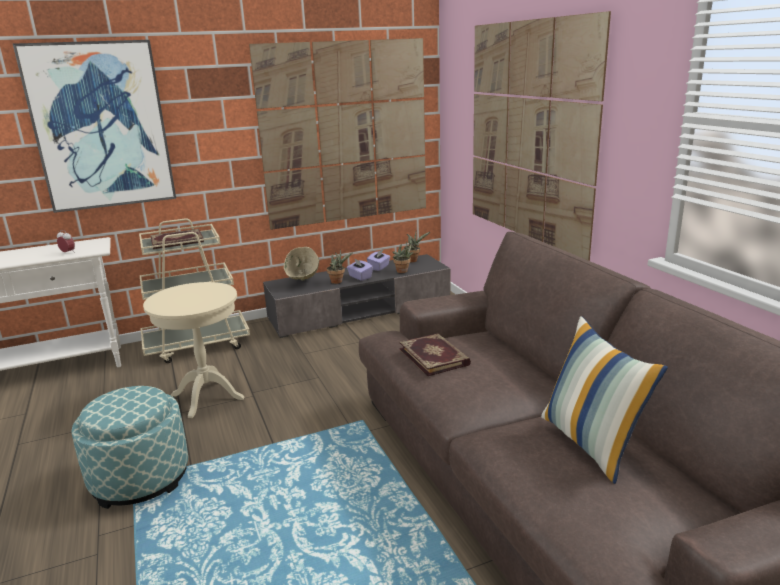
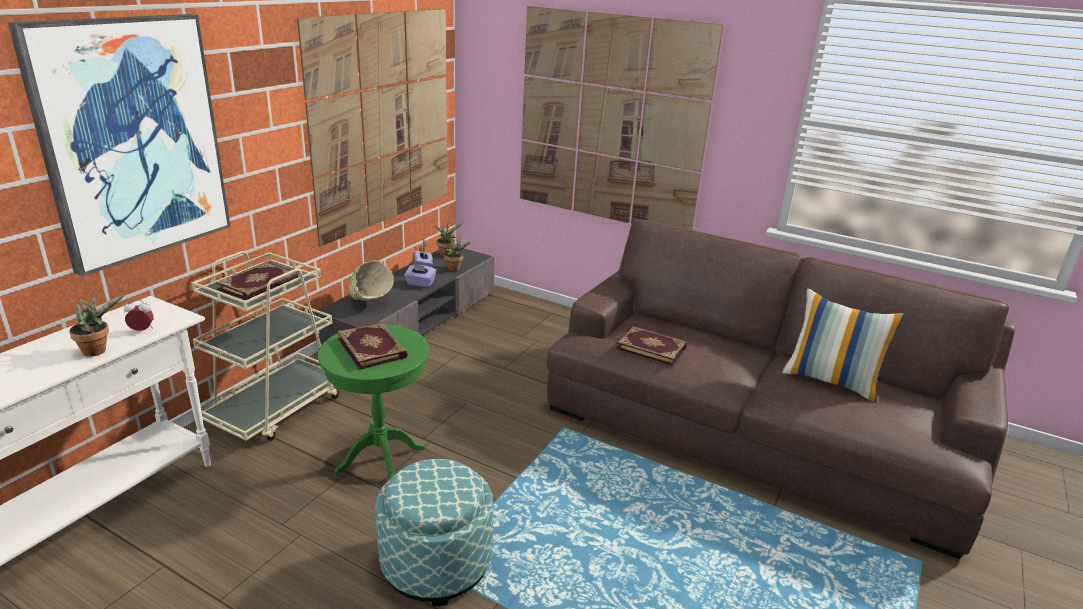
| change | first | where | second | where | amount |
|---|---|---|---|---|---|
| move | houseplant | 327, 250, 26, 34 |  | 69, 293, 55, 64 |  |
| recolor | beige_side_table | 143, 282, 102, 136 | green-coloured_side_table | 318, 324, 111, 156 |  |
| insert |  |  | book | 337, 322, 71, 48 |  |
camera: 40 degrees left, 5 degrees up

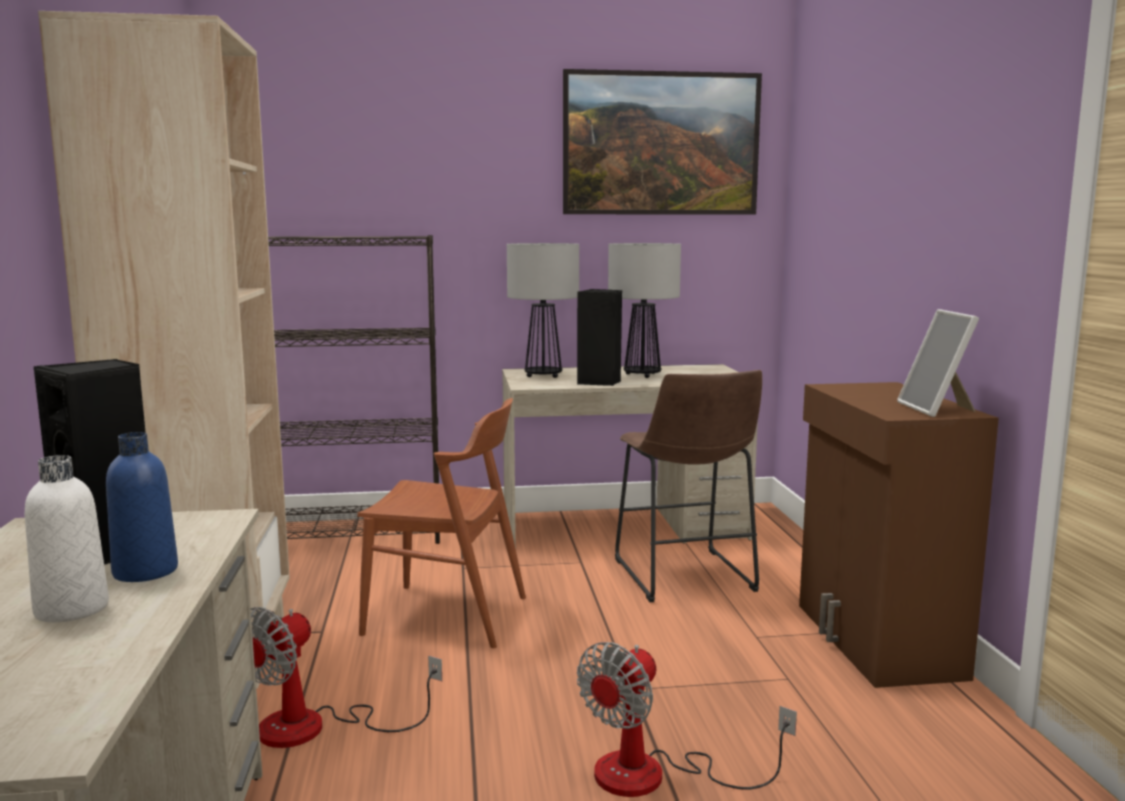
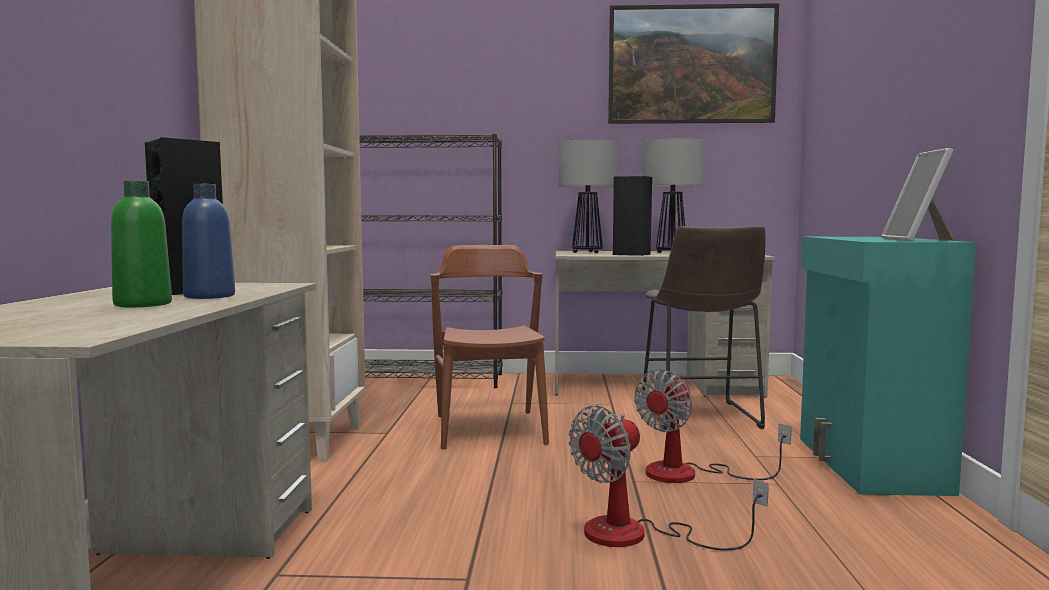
| change | first | where | second | where | amount |
|---|---|---|---|---|---|
| recolor | brown-coloured_storage_cabinet | 799, 382, 200, 306 | blue-green_storage_cabinet | 800, 237, 176, 259 |  |
| rotate | brown-coloured_upright_chair | 357, 398, 169, 250 |  | 430, 245, 119, 204 | 120 degrees counterclockwise |
| recolor | whitish_beverage_bottle | 25, 455, 84, 168 | green-coloured_beverage_bottle | 111, 180, 61, 127 |  |
| move | cooling_fan | 250, 607, 192, 141 |  | 634, 369, 158, 114 |  |
camera: 10 degrees right, 5 degrees down

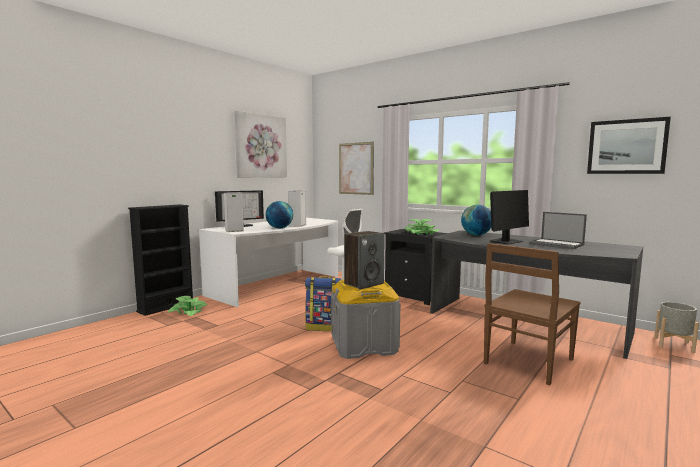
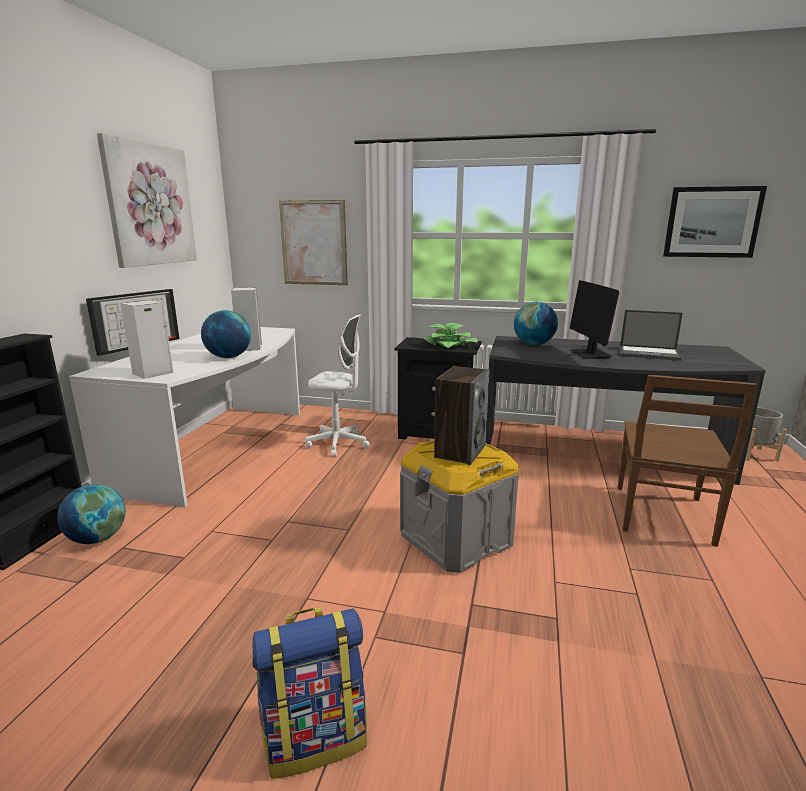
| change | first | where | second | where | amount |
|---|---|---|---|---|---|
| rotate | computer_display | 489, 190, 40, 55 |  | 570, 280, 49, 79 | 150 degrees clockwise |
| move | backpack | 305, 276, 36, 55 |  | 252, 608, 115, 171 |  |
| replace | houseplant | 167, 296, 41, 20 | world_globe | 57, 484, 69, 60 |  |
camera: 25 degrees left, 10 degrees up

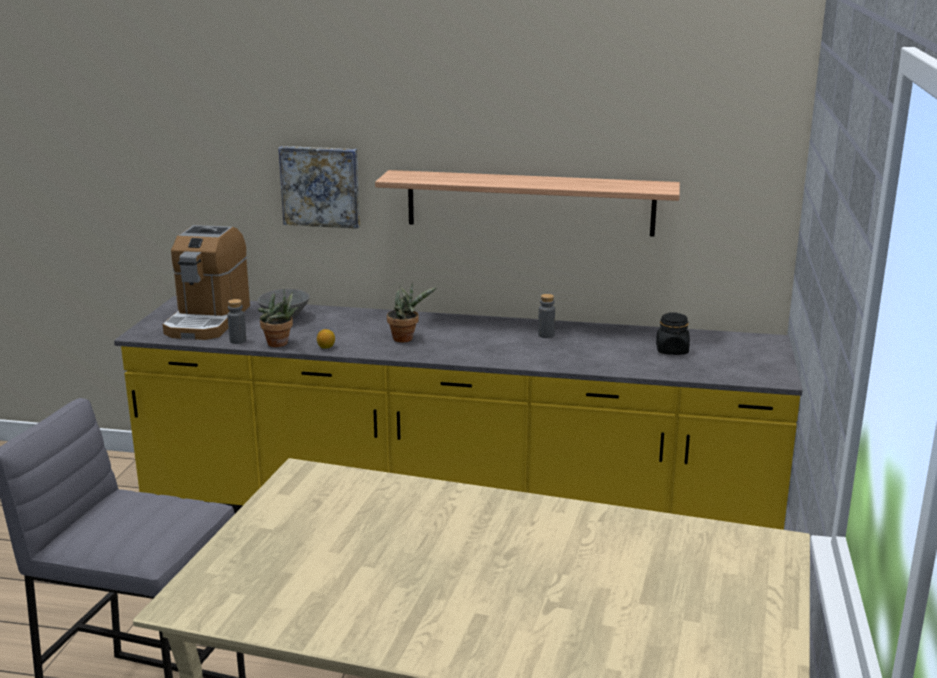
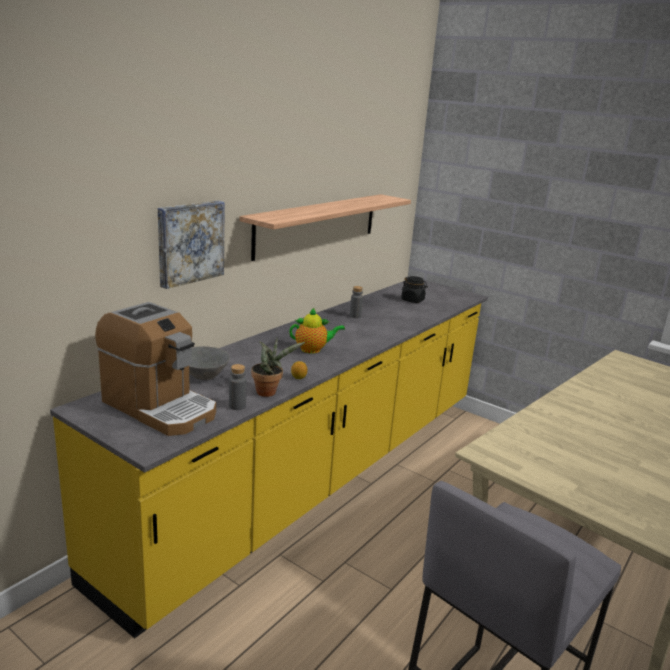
| change | first | where | second | where | amount |
|---|---|---|---|---|---|
| replace | houseplant | 387, 282, 50, 60 | pot_for_tea | 289, 308, 56, 46 |  |
camera: 65 degrees left, 0 degrees up

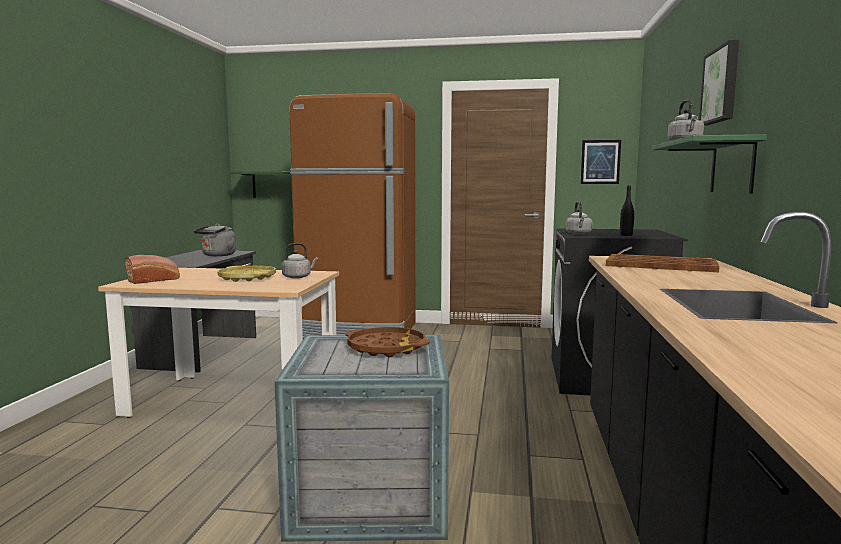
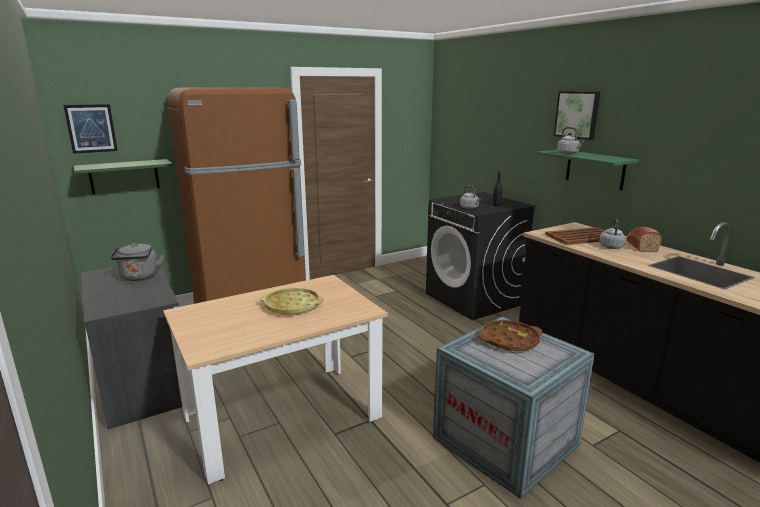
| change | first | where | second | where | amount |
|---|---|---|---|---|---|
| move | wall_picture | 581, 140, 40, 44 |  | 63, 104, 55, 50 |  |
| move | gray_tea_kettle | 282, 243, 36, 36 |  | 599, 219, 27, 30 |  |
| move | baked_bread | 125, 255, 55, 29 |  | 627, 227, 35, 25 |  |
camera: 40 degrees left, 10 degrees up

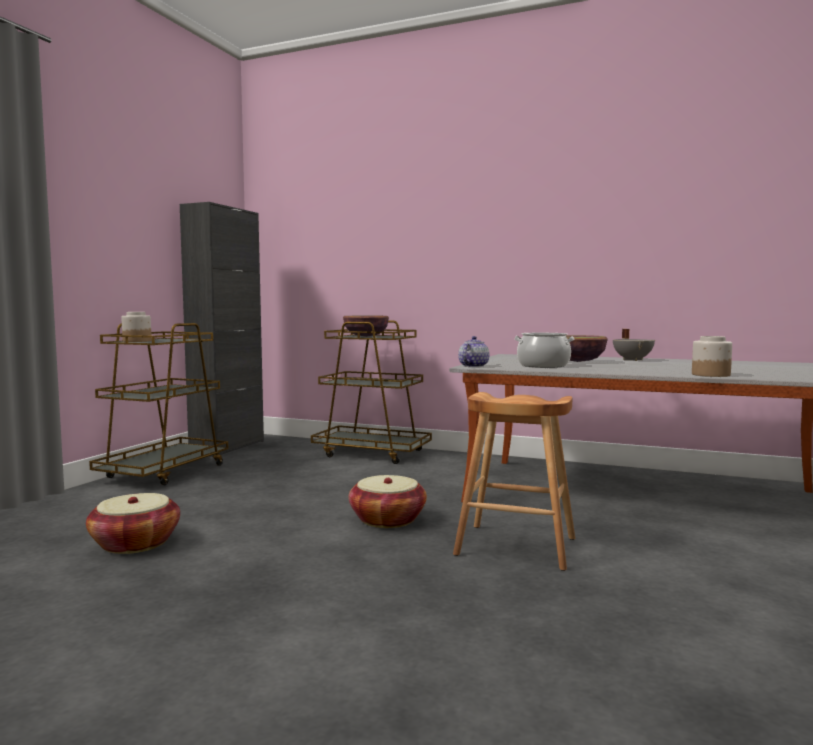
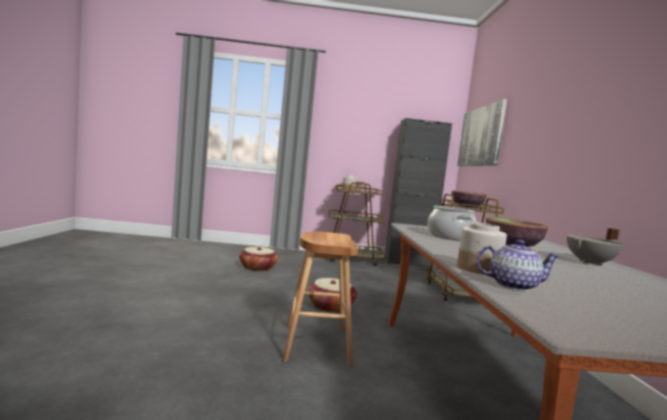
| change | first | where | second | where | amount |
|---|---|---|---|---|---|
| move | pot_for_tea | 458, 336, 31, 31 |  | 476, 240, 84, 51 |  |
| insert |  |  | wall_picture | 457, 99, 50, 67 |  |
camera: 65 degrees right, 0 degrees up

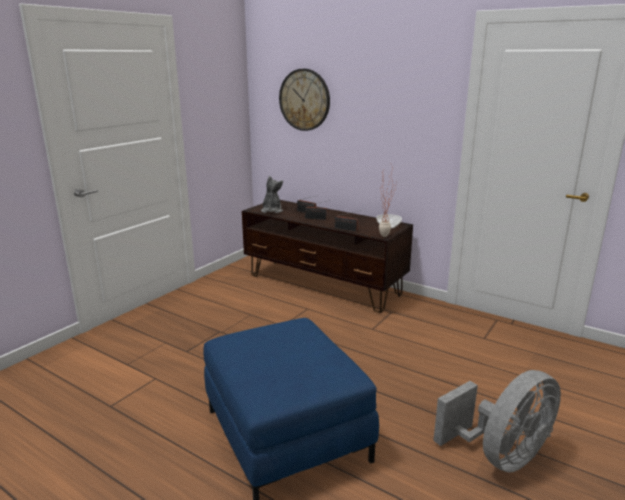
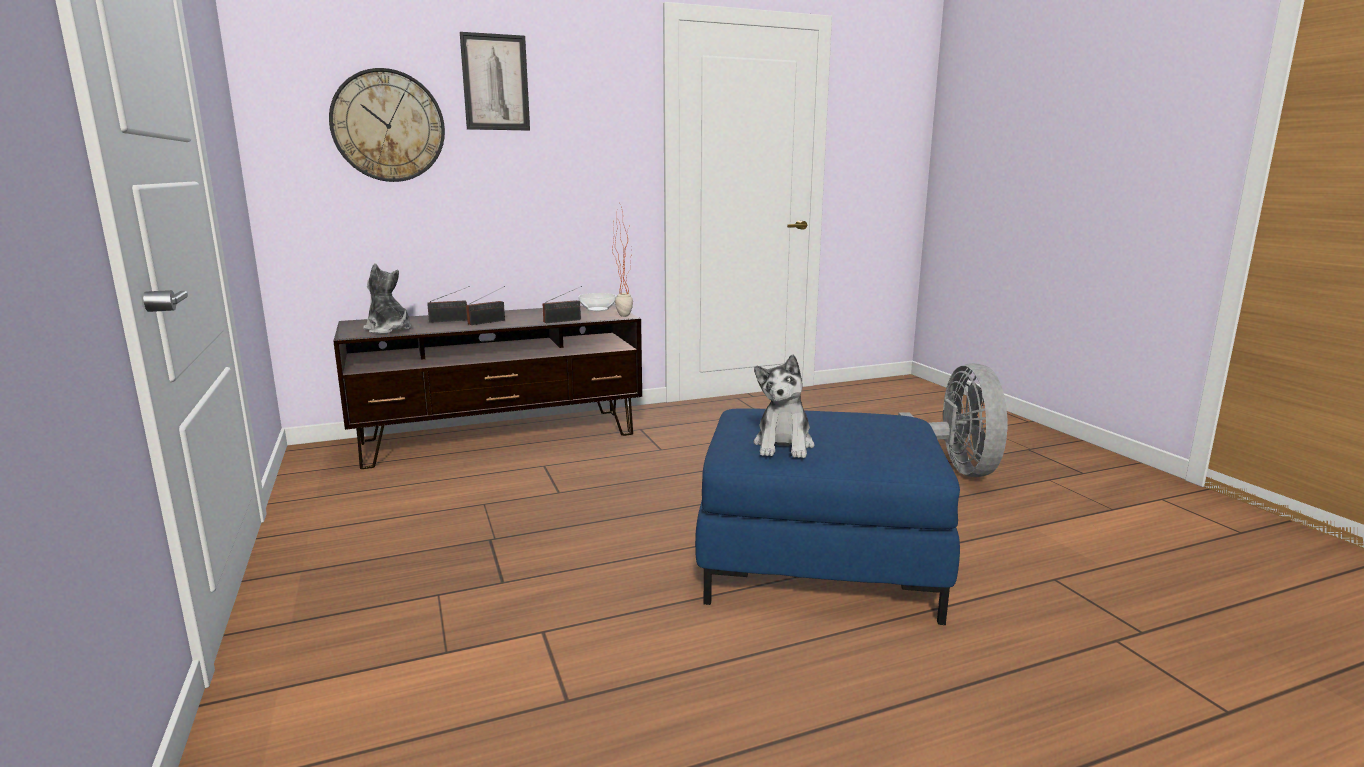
| change | first | where | second | where | amount |
|---|---|---|---|---|---|
| insert |  |  | wall_picture | 460, 32, 70, 99 |  |
| insert |  |  | cuddly_toy | 753, 354, 62, 104 |  |
camera: 55 degrees left, 5 degrees down

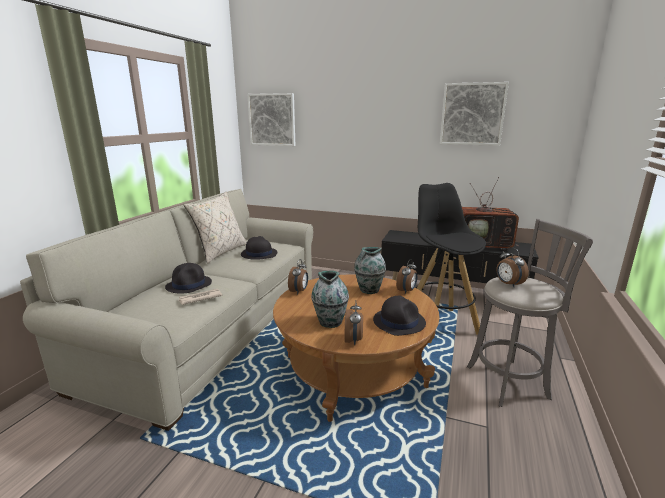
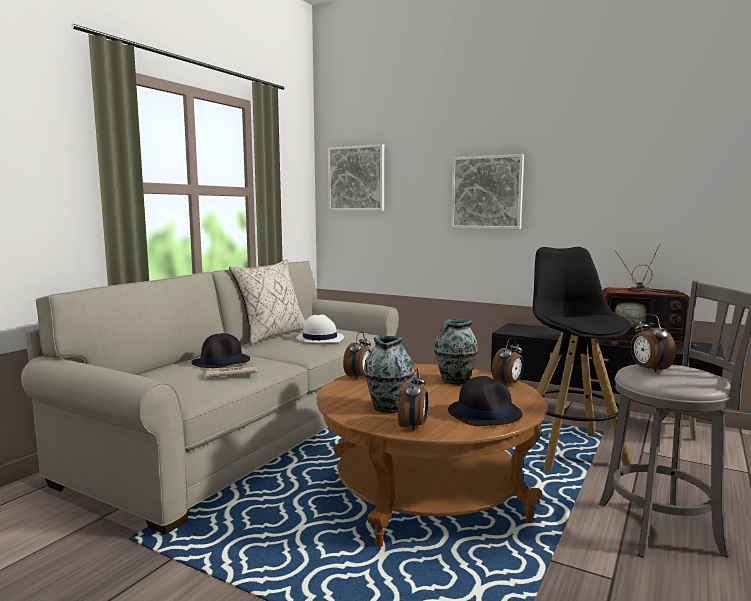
| change | first | where | second | where | amount |
|---|---|---|---|---|---|
| move | wall_picture | 440, 82, 69, 64 |  | 451, 154, 73, 75 |  |
| recolor | black_hat | 241, 236, 36, 24 | whitish_hat | 296, 314, 48, 29 |  |
camera: 10 degrees right, 10 degrees down

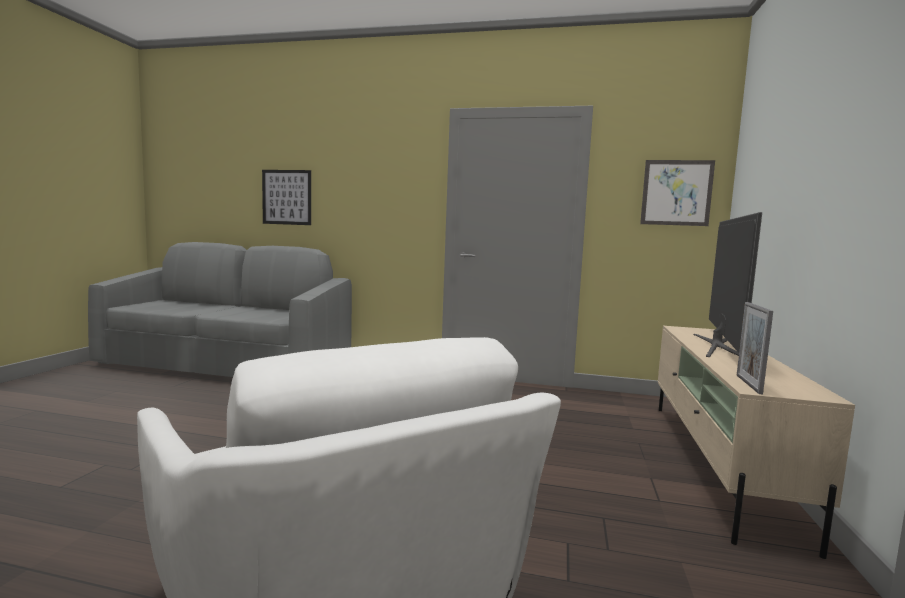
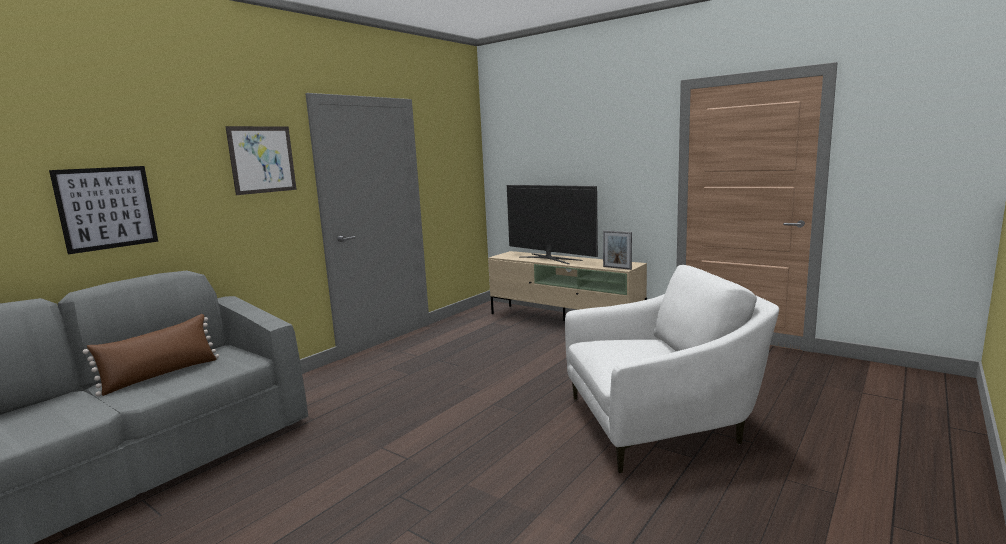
| change | first | where | second | where | amount |
|---|---|---|---|---|---|
| move | wall_picture | 640, 160, 75, 66 |  | 225, 126, 72, 69 |  |
| insert |  |  | brown-coloured_cushion | 83, 314, 136, 82 |  |
camera: 65 degrees left, 5 degrees up

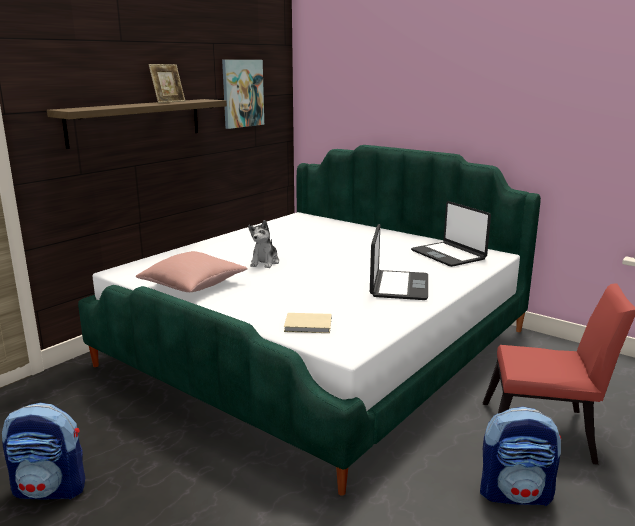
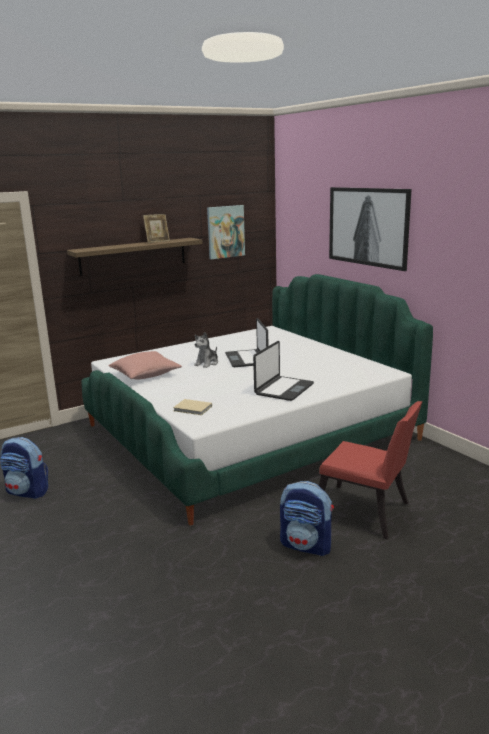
| change | first | where | second | where | amount |
|---|---|---|---|---|---|
| move | laptop | 411, 201, 80, 66 |  | 225, 318, 43, 49 |  |
| insert |  |  | wall_picture | 329, 187, 82, 84 |  |
camera: 20 degrees right, 0 degrees up

